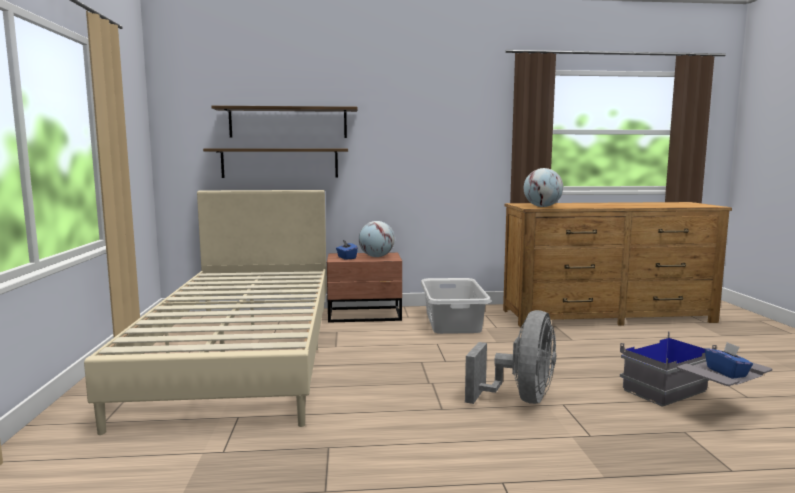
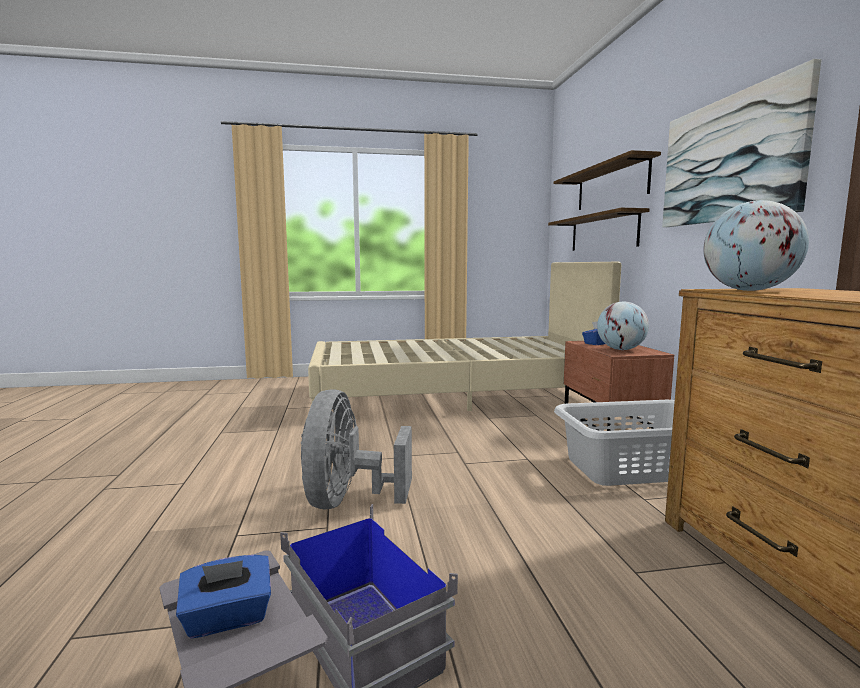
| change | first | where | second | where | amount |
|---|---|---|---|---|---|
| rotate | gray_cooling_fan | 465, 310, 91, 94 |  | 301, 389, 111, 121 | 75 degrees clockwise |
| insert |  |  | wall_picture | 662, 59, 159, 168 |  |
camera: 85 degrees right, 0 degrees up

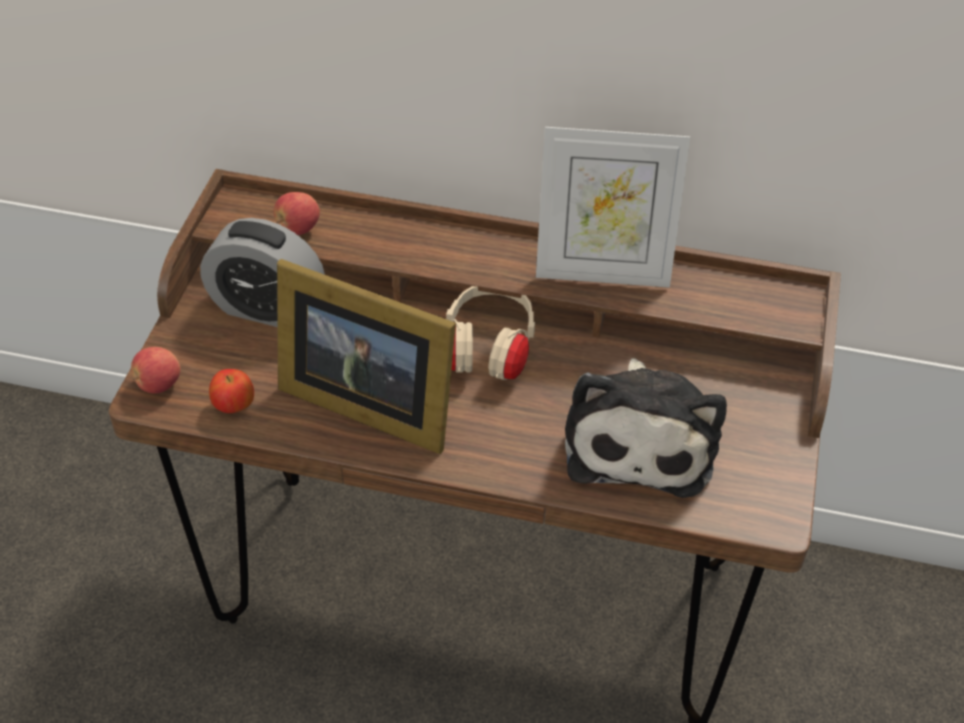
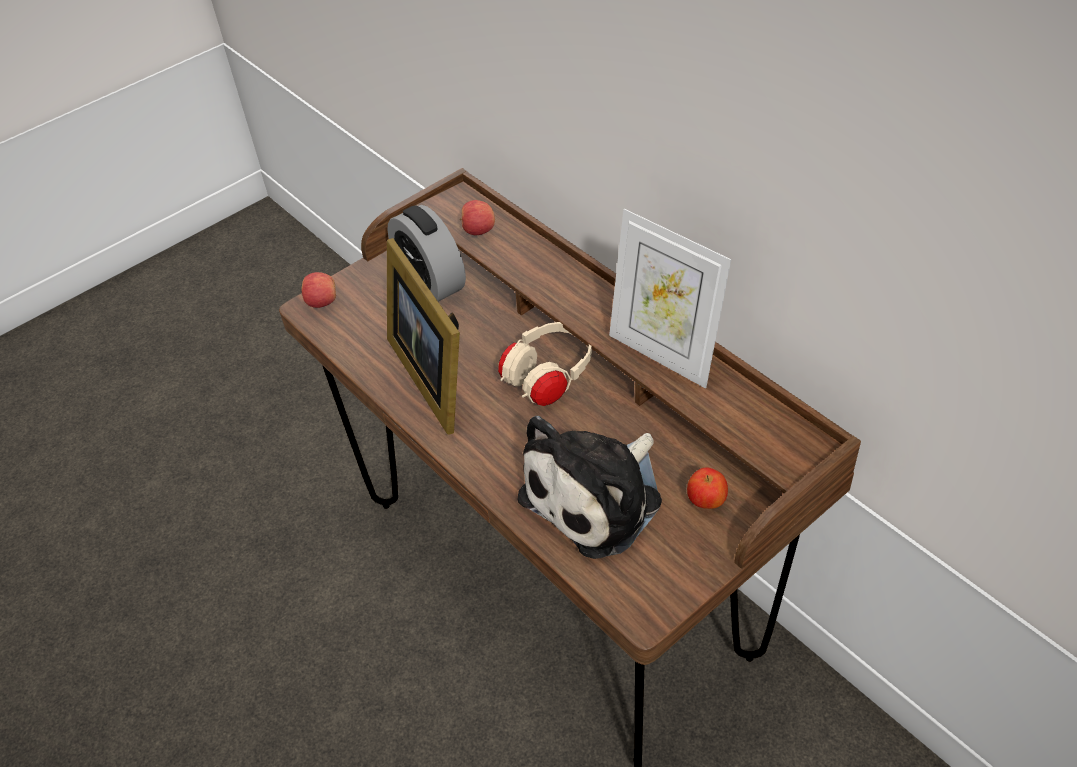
| change | first | where | second | where | amount |
|---|---|---|---|---|---|
| move | whole_apple | 209, 369, 45, 44 |  | 687, 468, 41, 41 |  |
camera: 40 degrees right, 0 degrees up

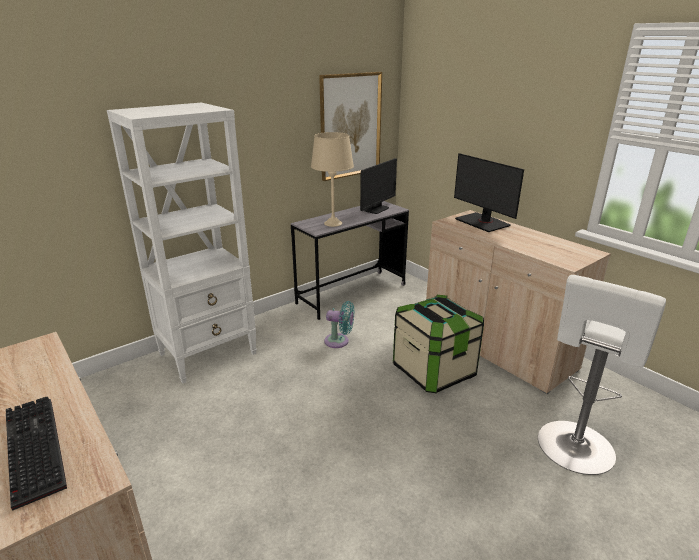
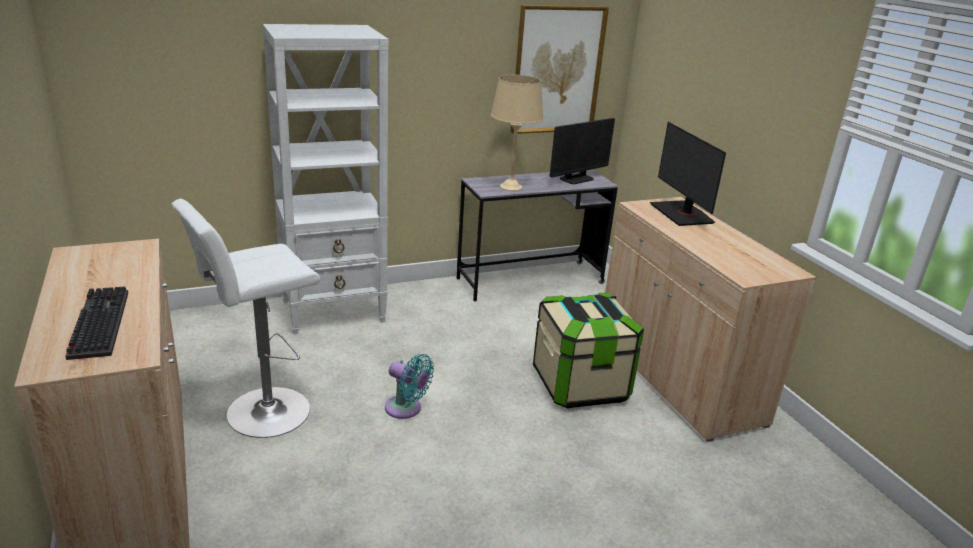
| change | first | where | second | where | amount |
|---|---|---|---|---|---|
| move | whitish_sitting_stool | 538, 275, 128, 200 |  | 172, 199, 148, 239 |  |
| move | blue-green_cooling_fan | 324, 301, 30, 47 |  | 385, 354, 49, 65 |  |
camera: 15 degrees right, 0 degrees up

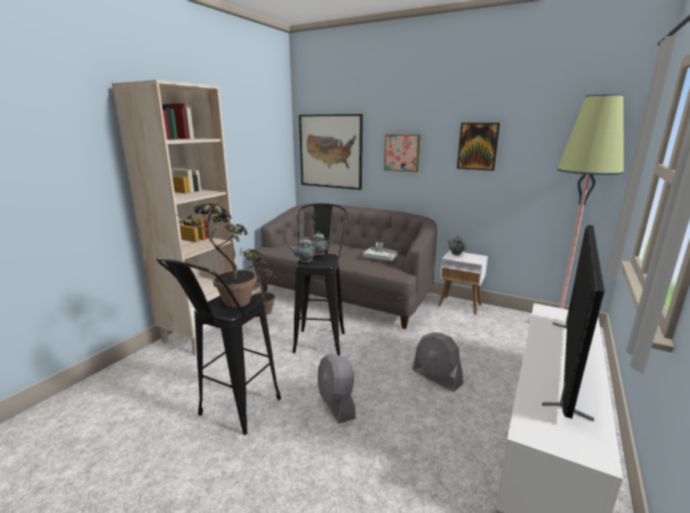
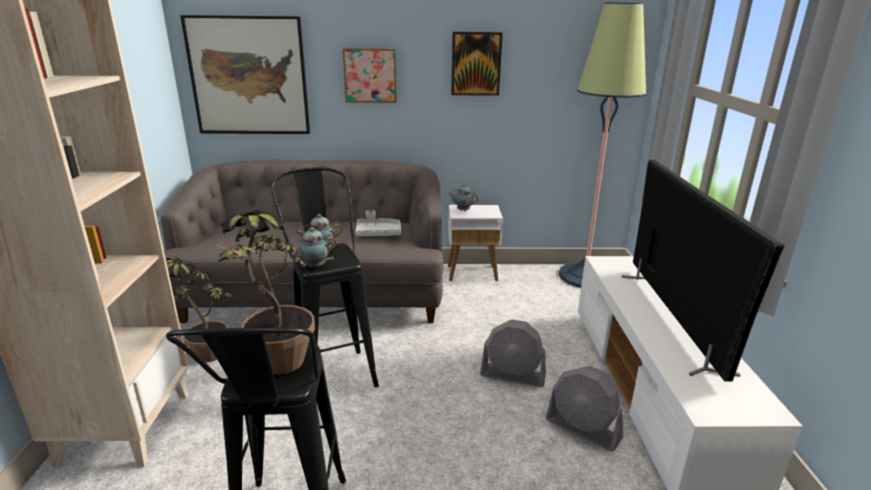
| change | first | where | second | where | amount |
|---|---|---|---|---|---|
| move | gray_cooling_fan | 318, 354, 38, 70 |  | 545, 366, 78, 86 |  |
camera: 30 degrees left, 5 degrees up

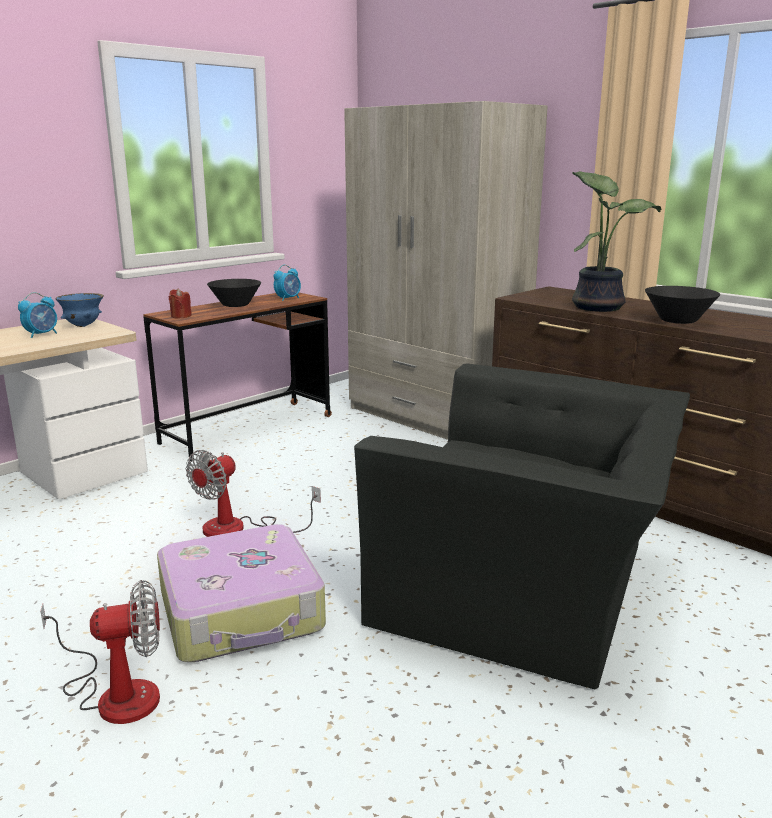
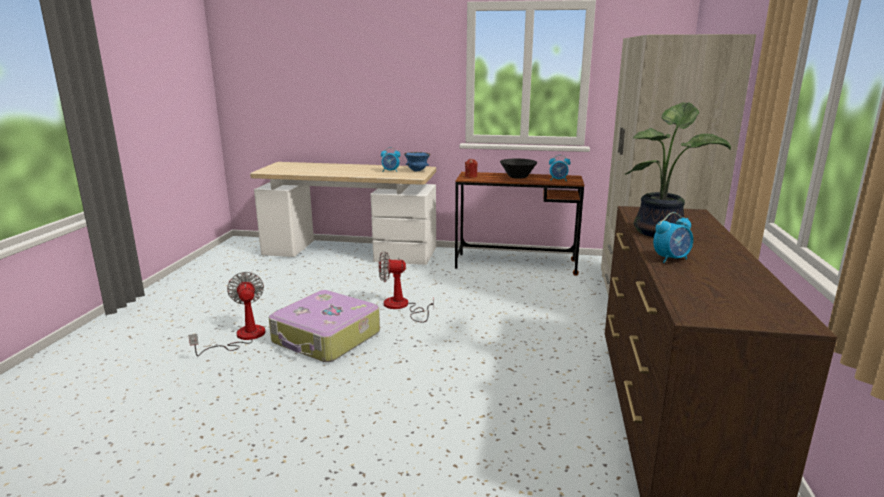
| change | first | where | second | where | amount |
|---|---|---|---|---|---|
| replace | black_bowl | 645, 286, 75, 38 | table_clock | 653, 212, 40, 51 |  |
| delete | black_easy_chair | 354, 363, 336, 326 |  |  |  |
| rotate | cooling_fan | 40, 580, 120, 144 |  | 188, 272, 77, 84 | 150 degrees counterclockwise |
camera: 55 degrees right, 0 degrees up

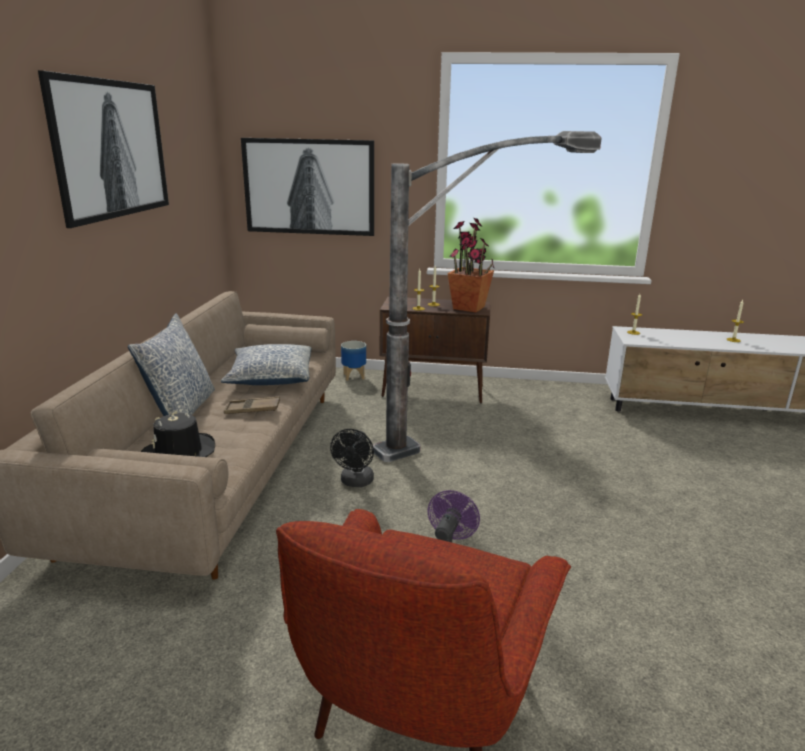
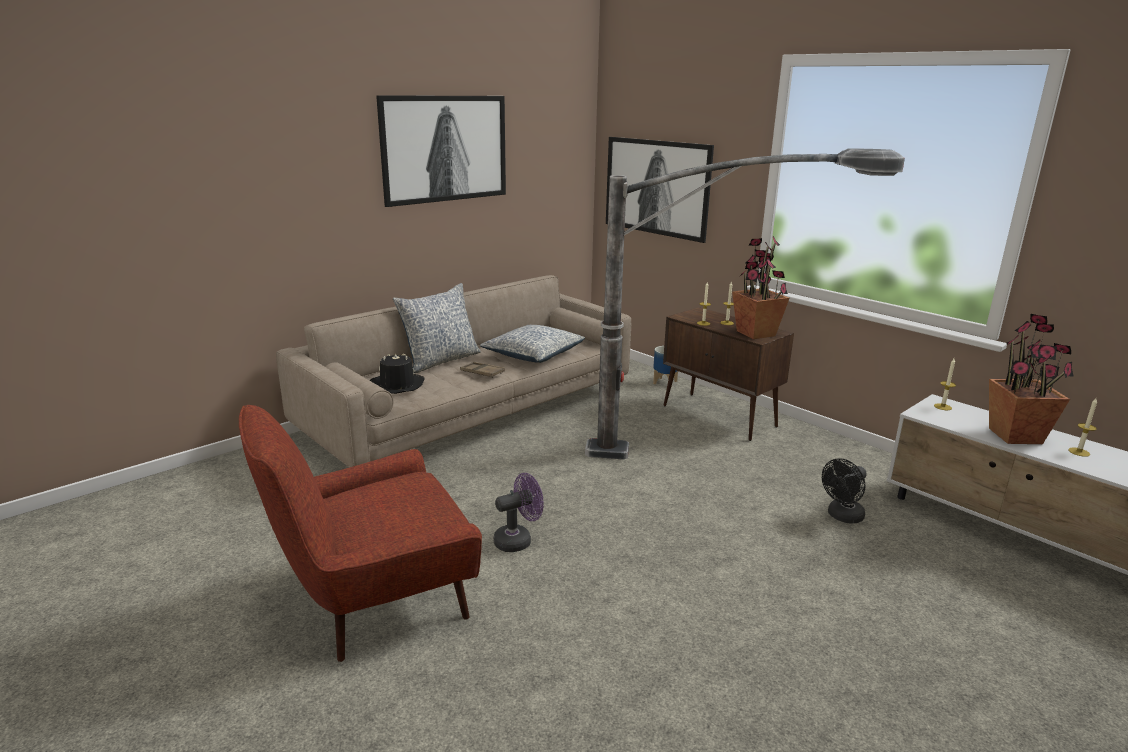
| change | first | where | second | where | amount |
|---|---|---|---|---|---|
| move | black_cooling_fan | 330, 429, 44, 58 |  | 822, 458, 45, 65 |  |
| insert |  |  | houseplant | 989, 314, 85, 130 |  |
camera: 40 degrees right, 0 degrees up

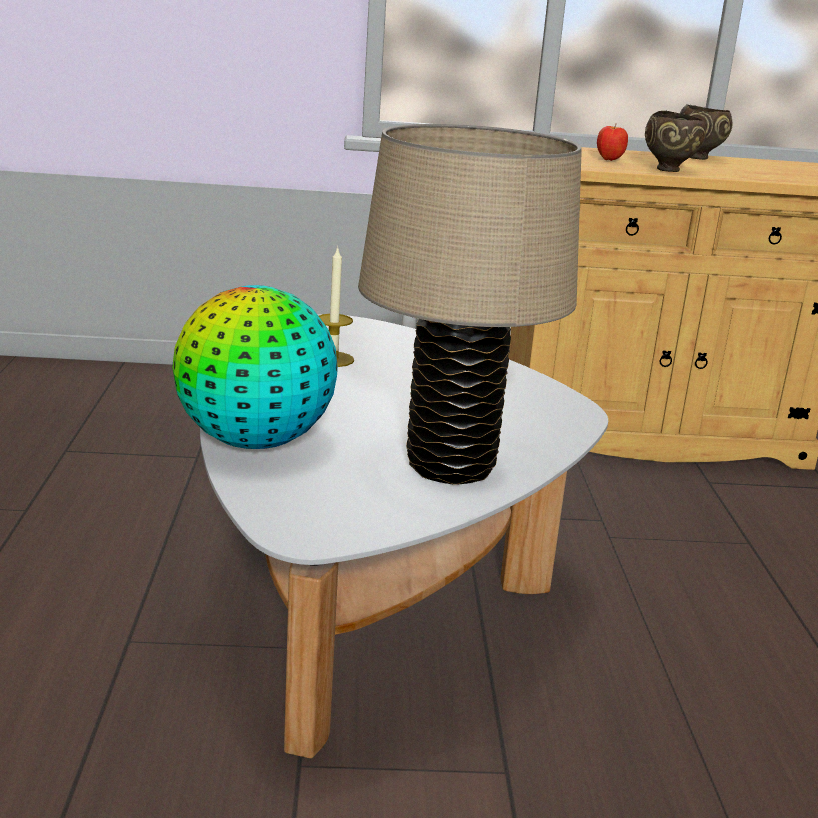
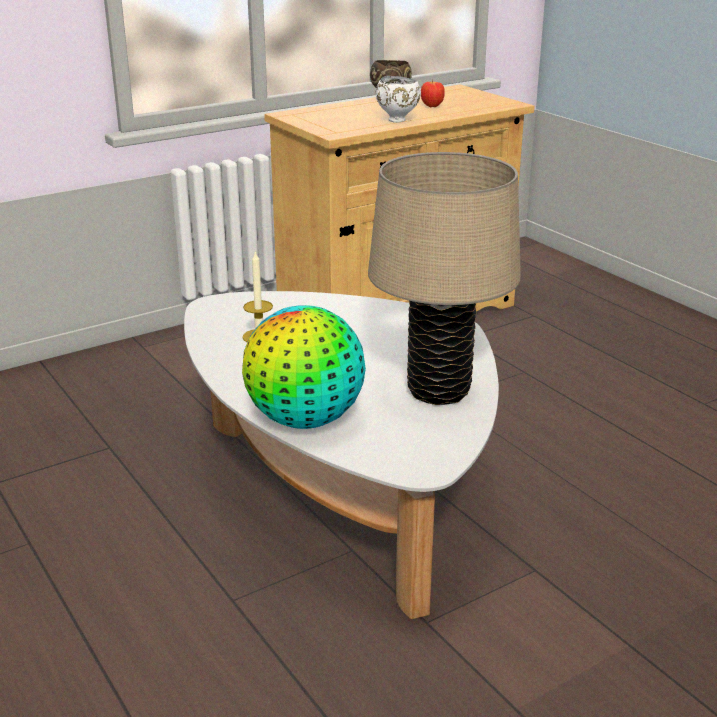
| change | first | where | second | where | amount |
|---|---|---|---|---|---|
| recolor | brown-coloured_bowl | 645, 111, 61, 61 | whitish_bowl | 376, 76, 45, 47 |  |
| move | whole_apple | 597, 124, 31, 37 |  | 421, 79, 24, 29 |  |
camera: 30 degrees left, 5 degrees up

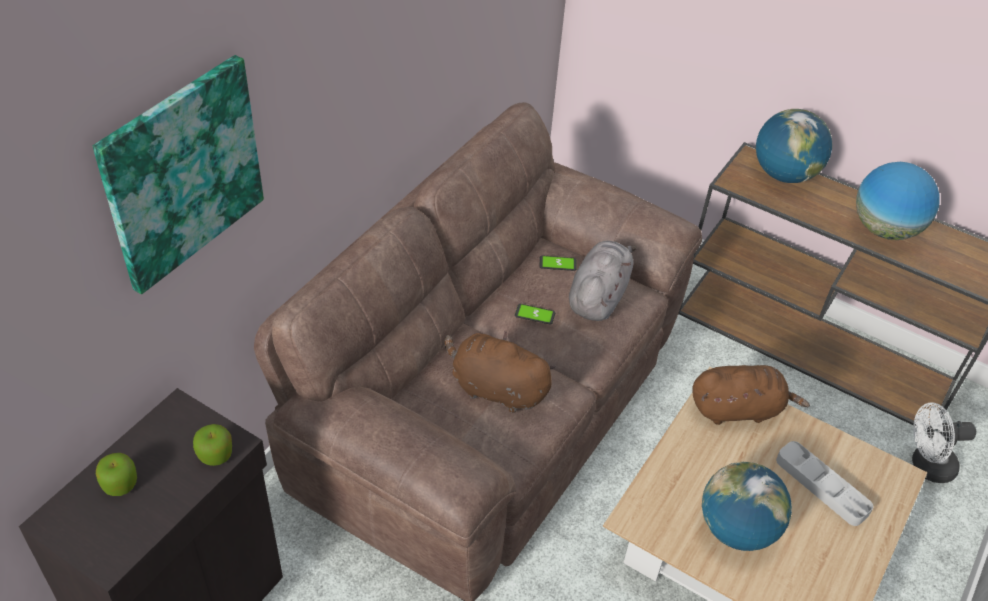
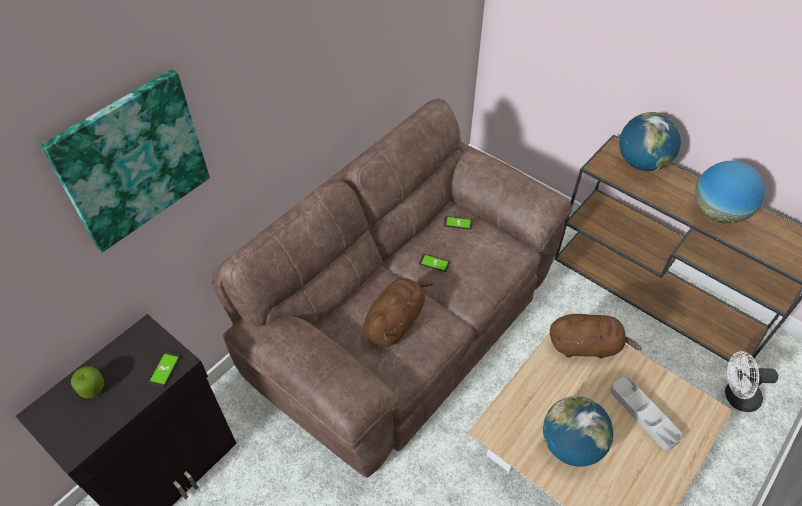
| change | first | where | second | where | amount |
|---|---|---|---|---|---|
| delete | gray_cuddly_toy | 569, 241, 67, 80 |  |  |  |
| rotate | brown-coloured_cuddly_toy | 445, 331, 111, 82 |  | 364, 278, 70, 69 | 90 degrees clockwise |
| replace | whole_apple | 193, 424, 39, 42 | handset | 148, 352, 32, 35 |  |
camera: 10 degrees right, 5 degrees up

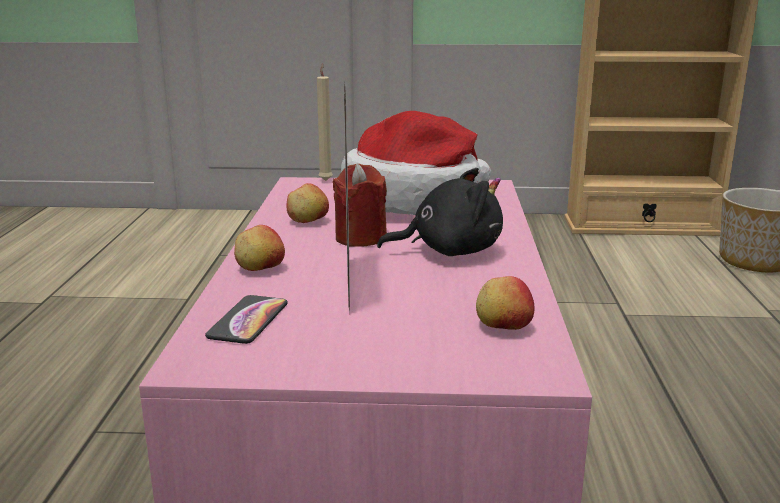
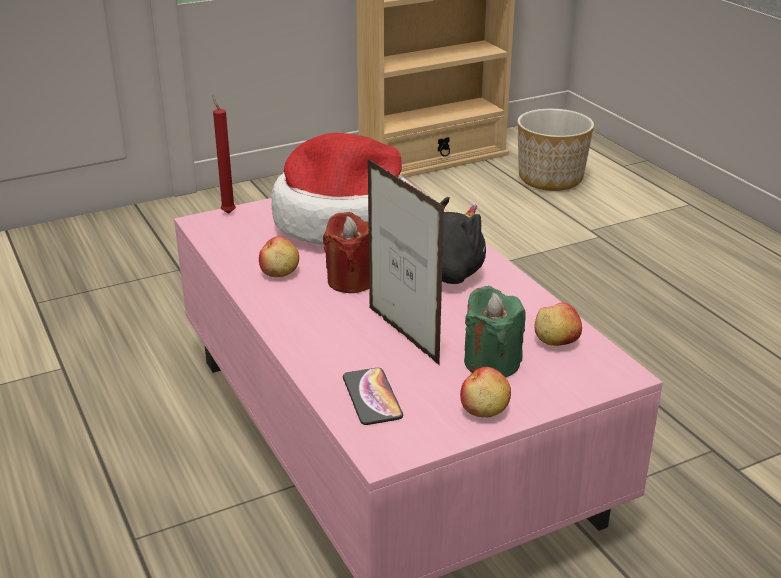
| change | first | where | second | where | amount |
|---|---|---|---|---|---|
| recolor | beige_candle | 317, 64, 16, 117 | reddish_candle | 212, 95, 24, 119 |  |
| move | whole_apple | 234, 225, 51, 46 |  | 460, 367, 51, 51 |  |
| insert |  |  | green-coloured_candle | 464, 286, 62, 91 |  |
camera: 30 degrees left, 10 degrees up

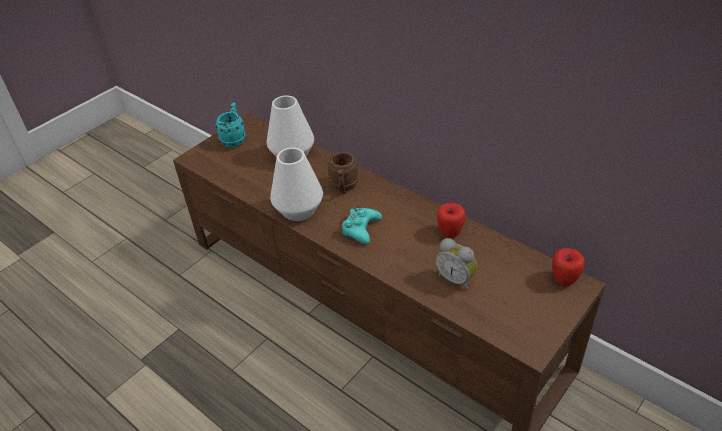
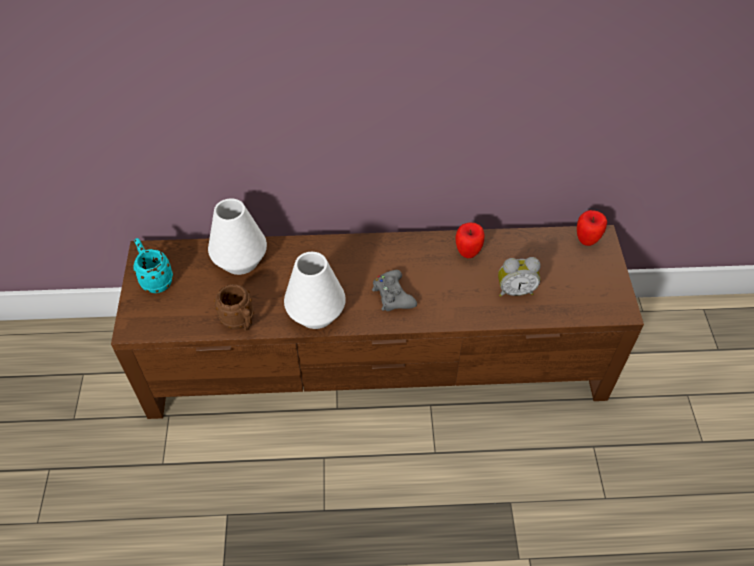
| change | first | where | second | where | amount |
|---|---|---|---|---|---|
| move | brown-coloured_tea_mug | 327, 152, 32, 42 |  | 214, 284, 40, 47 |  |
| recolor | blue-green_game_controller | 342, 207, 40, 37 | gray_game_controller | 372, 270, 45, 41 |  |
camera: 45 degrees left, 10 degrees up

